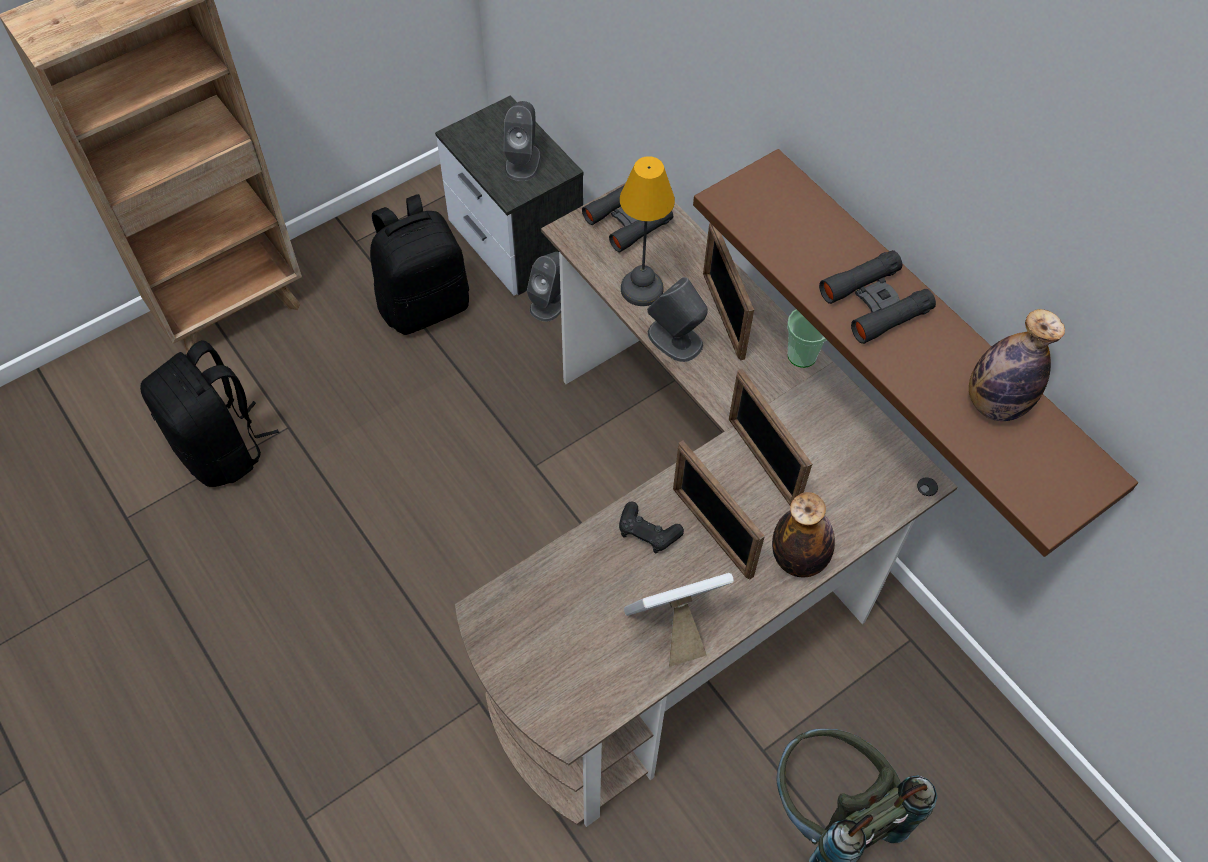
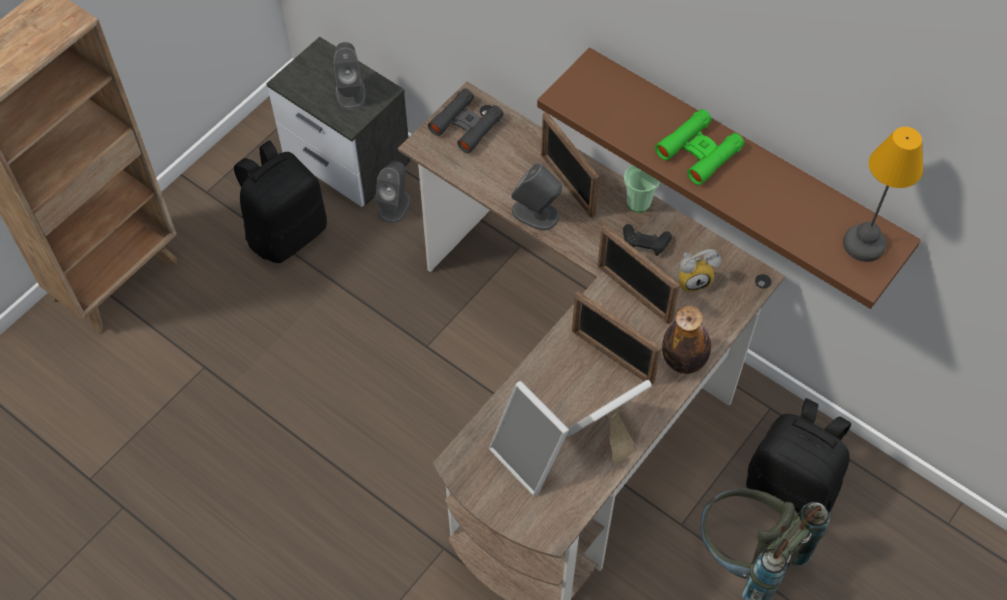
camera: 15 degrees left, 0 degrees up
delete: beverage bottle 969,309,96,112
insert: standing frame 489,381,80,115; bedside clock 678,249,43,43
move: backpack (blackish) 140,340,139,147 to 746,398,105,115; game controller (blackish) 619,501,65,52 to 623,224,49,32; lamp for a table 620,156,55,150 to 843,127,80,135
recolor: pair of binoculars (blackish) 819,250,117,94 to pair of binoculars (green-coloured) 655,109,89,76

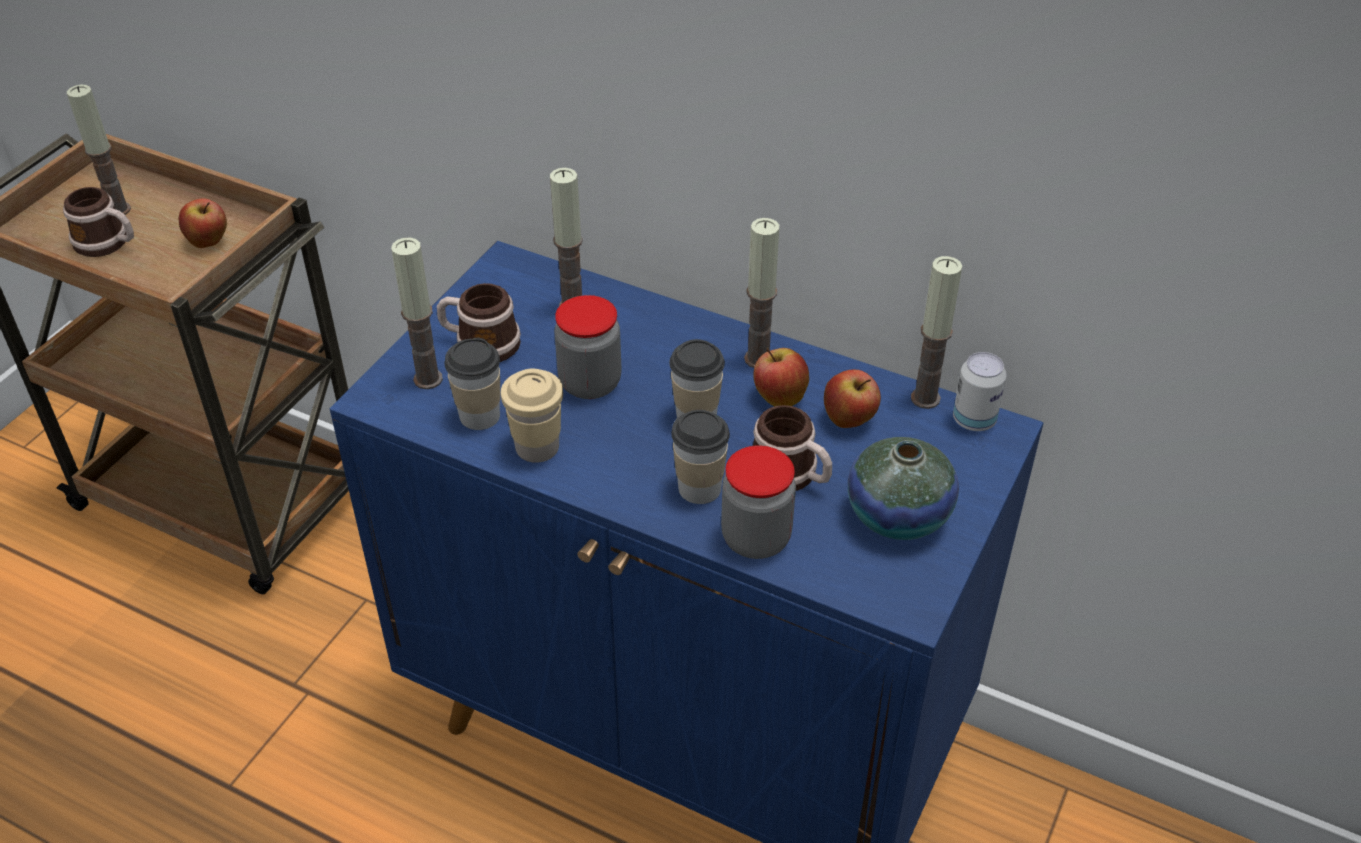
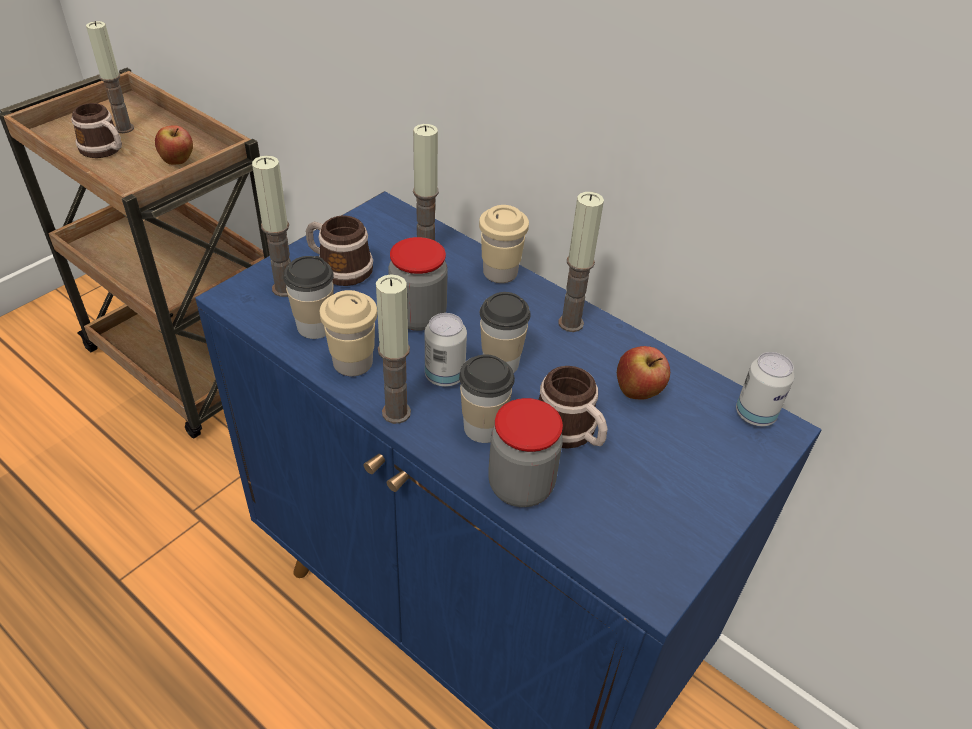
camera: 10 degrees right, 0 degrees up
delete: whole apple 753,347,56,59; vase 848,437,111,103
insert: metal can 425,313,42,74; small cup (beige) 479,205,50,78
move: wax light 911,256,51,153 to 376,274,35,150

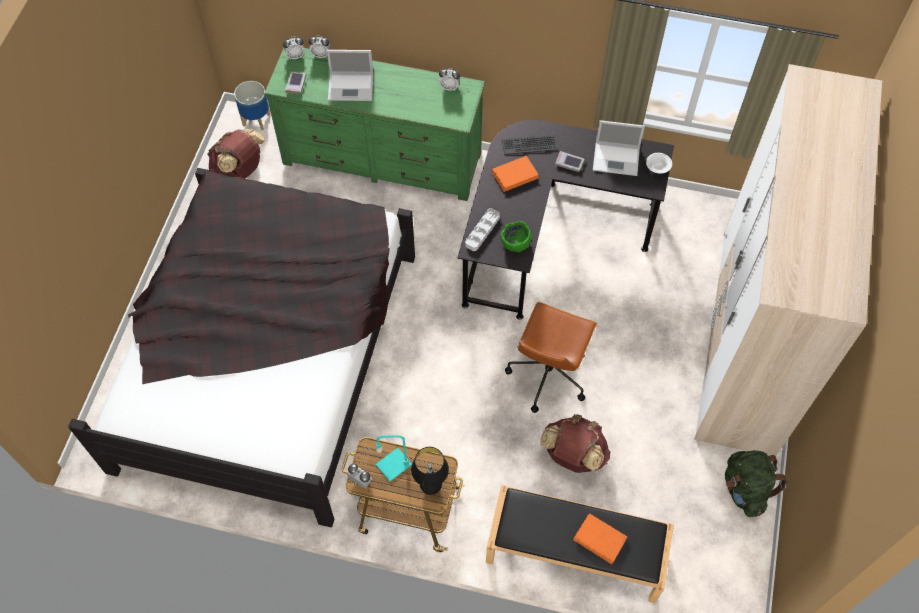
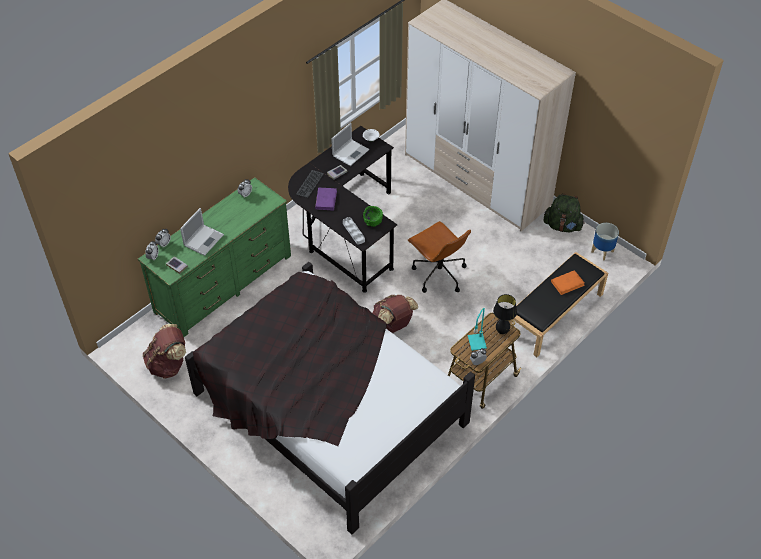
camera: 60 degrees left, 10 degrees down
move: plant pot 234,81,36,49 to 591,223,28,38; backpack (brown-coloured) 540,414,70,59 to 373,295,45,38
recolor: book (orange-coloured) 492,156,47,36 to book (purplish) 315,188,22,23

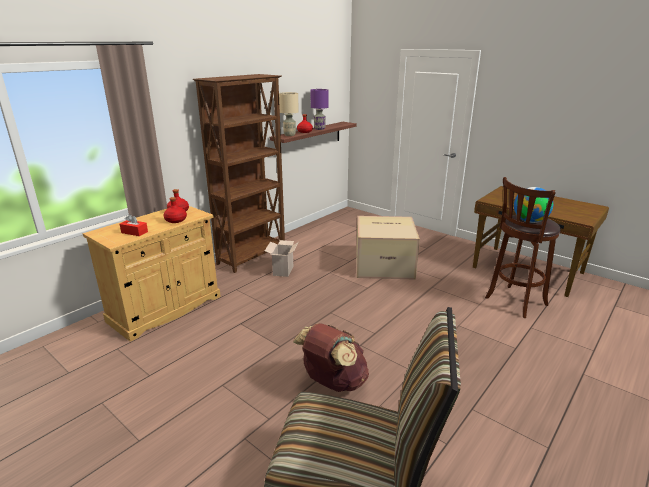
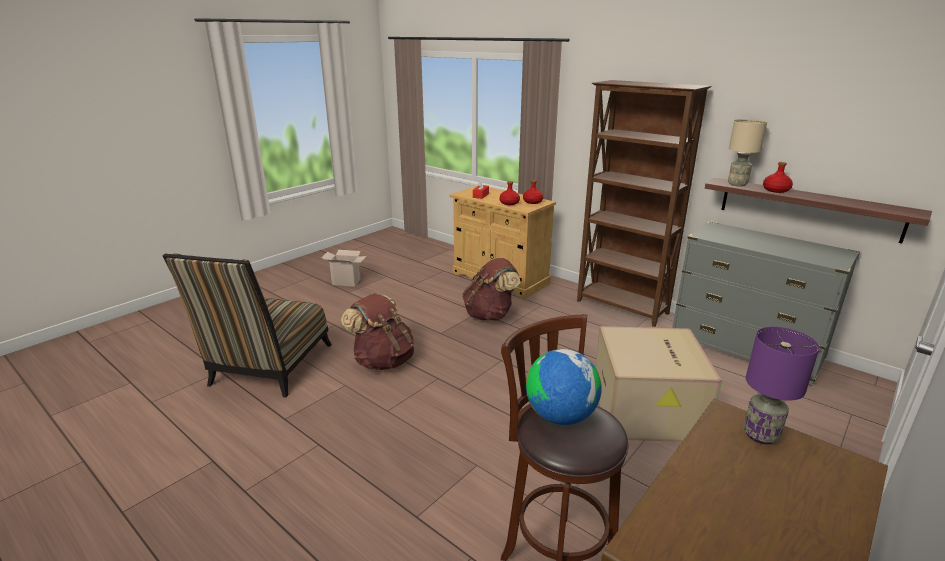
camera: 90 degrees right, 0 degrees up
insert: backpack (brown-coloured) 462,258,58,62; chest of drawers (grey) 672,221,188,165
move: packing box 265,240,34,37 to 321,250,45,37; lamp for a table (purplish) 311,89,18,41 to 744,327,75,117

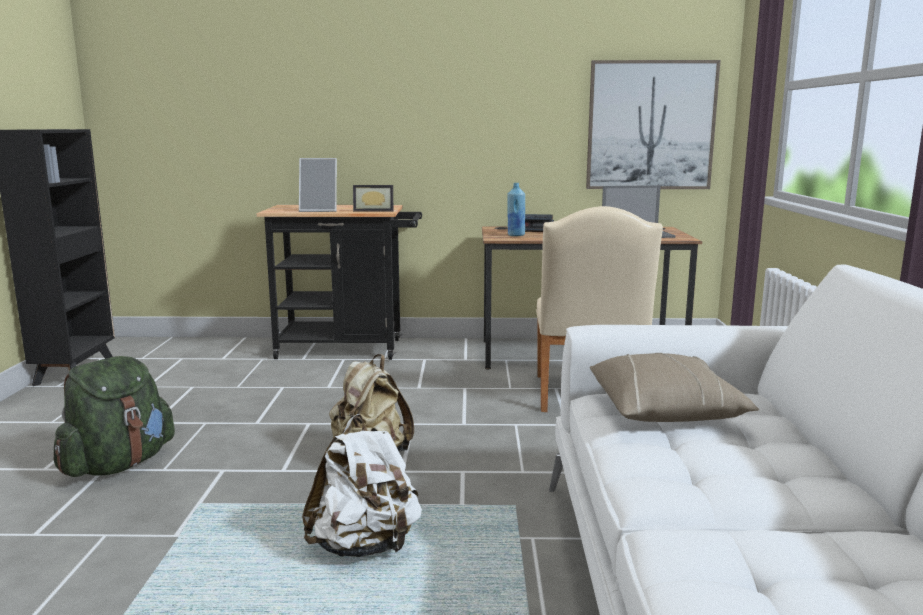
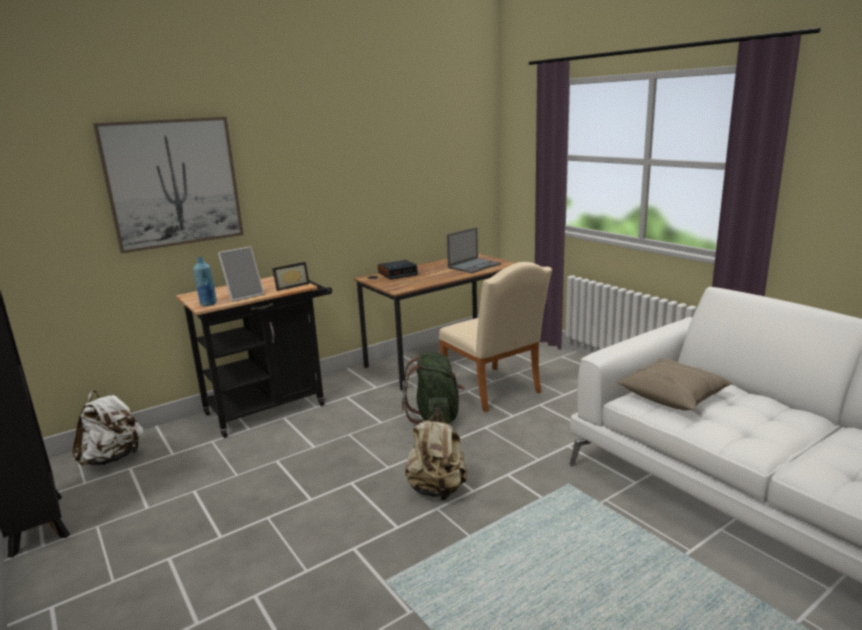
camera: 35 degrees left, 5 degrees up
move: backpack (green-coloured) 54,356,121,121 to 402,352,63,72; backpack (white) 302,414,120,143 to 72,390,72,76; beverage bottle (bluish) 507,183,18,53 to 193,257,24,49; picture 586,60,135,129 to 93,117,151,136

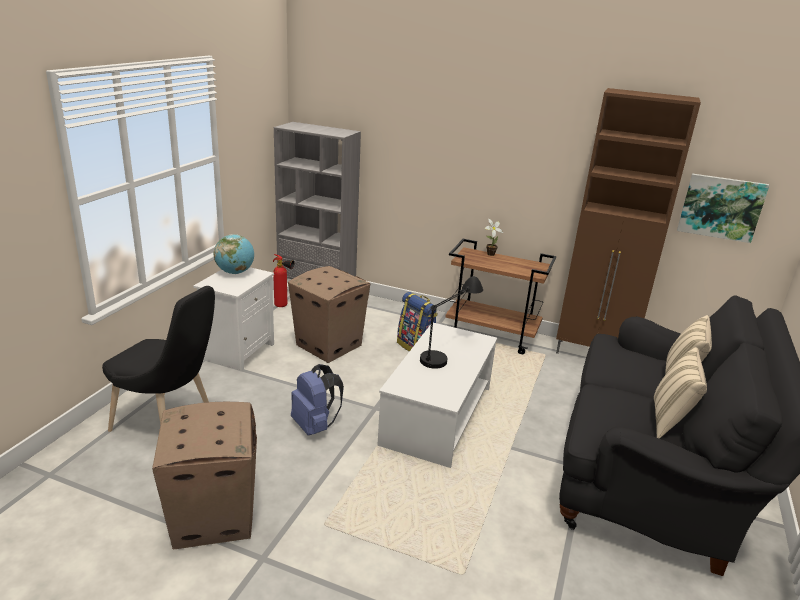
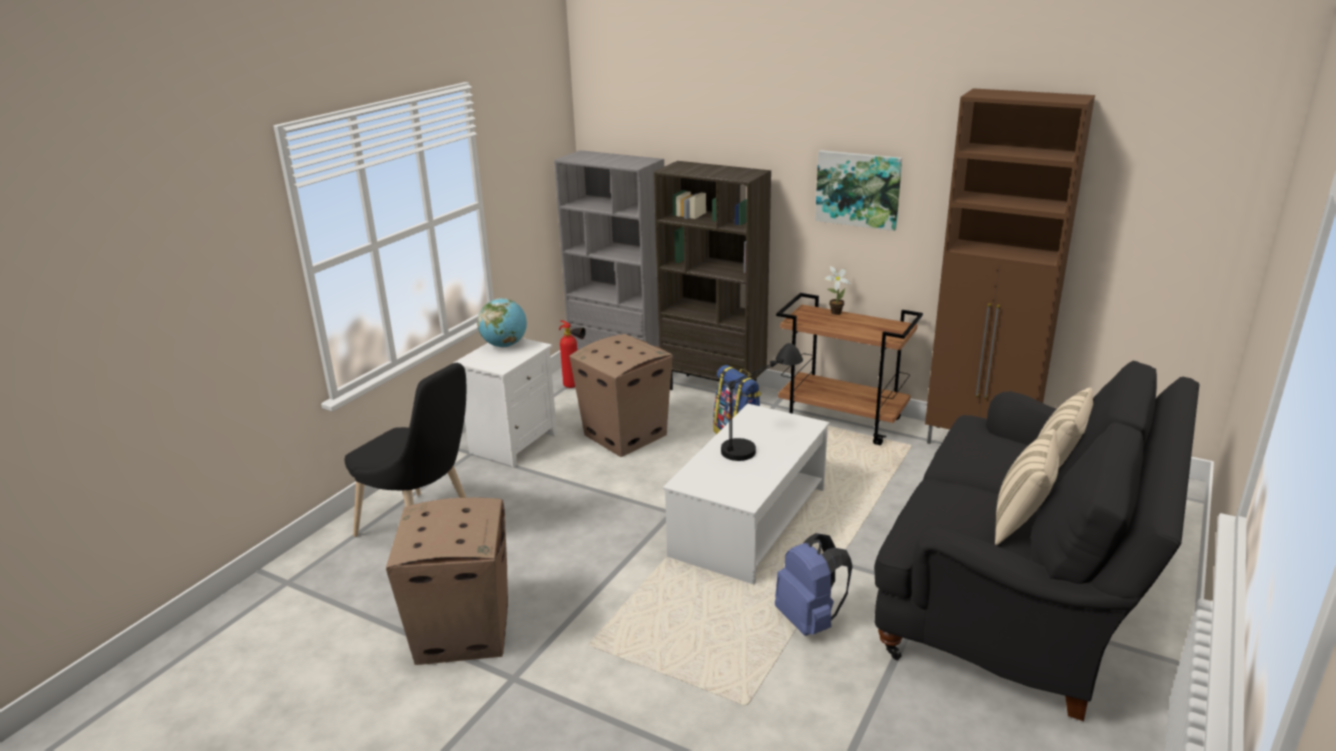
camera: 10 degrees right, 0 degrees up
insert: bookcase (brown-coloured) 654,161,117,229
move: backpack (bluish) 291,364,53,72 to 775,533,78,103; picture 677,173,92,70 to 815,150,87,81

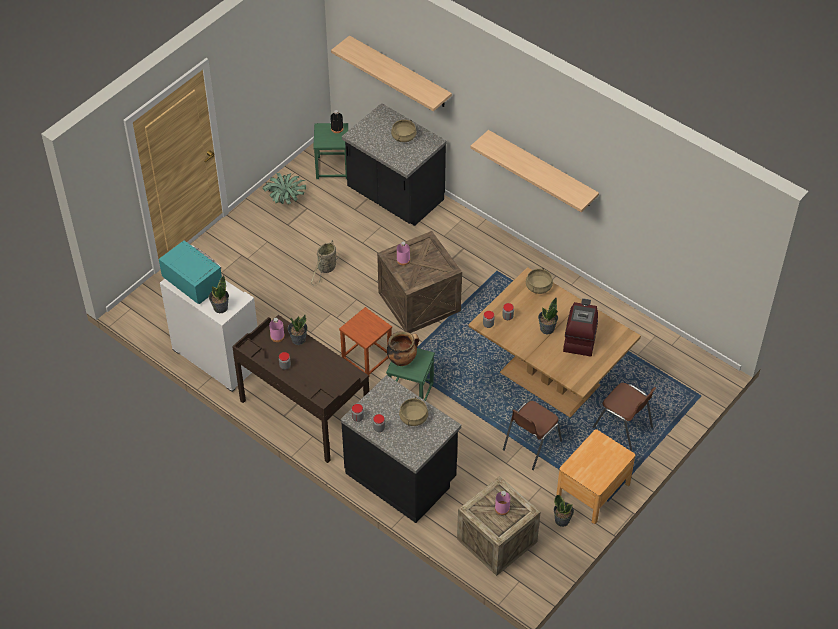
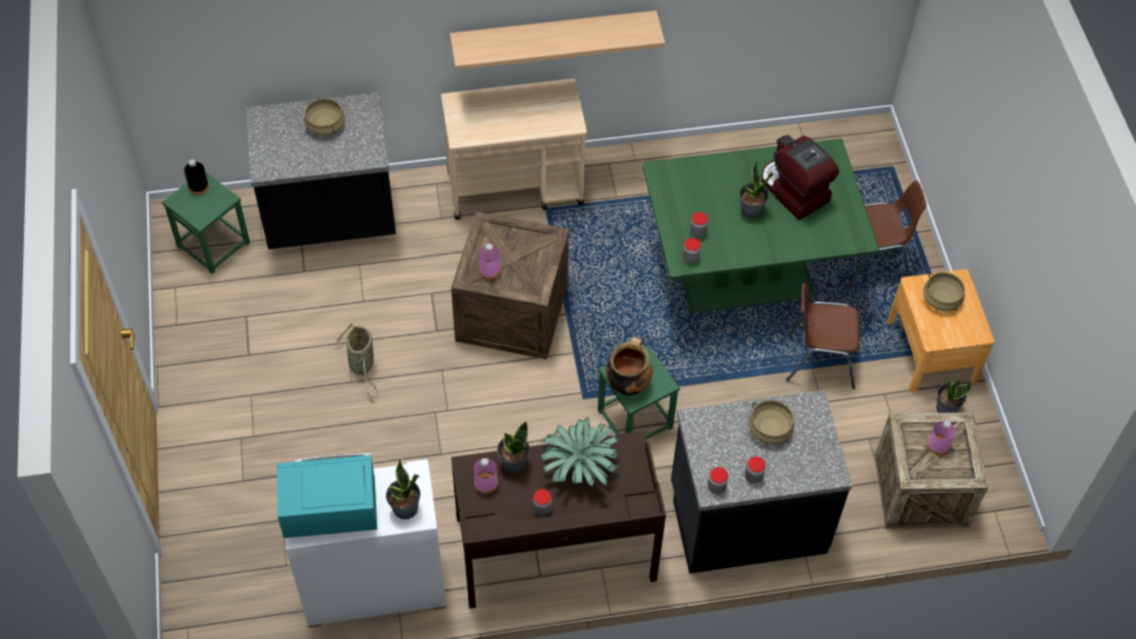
camera: 50 degrees left, 5 degrees up
delete: shelf 331,35,121,76; sitting stool (brown-coloured) 339,307,53,70
insert: wheeled cart (beige) 441,79,146,141
move: houseplant 262,173,44,31 to 541,417,78,70; saucepot (beige) 526,268,27,26 to 923,272,42,39
recolor: kitchen table (brown-coloured) 469,267,172,150 to kitchen table (green-coloured) 642,139,237,174
rotate: plain chair (brown-coloured) 503,401,59,69 = 786,283,73,106 105 degrees clockwise

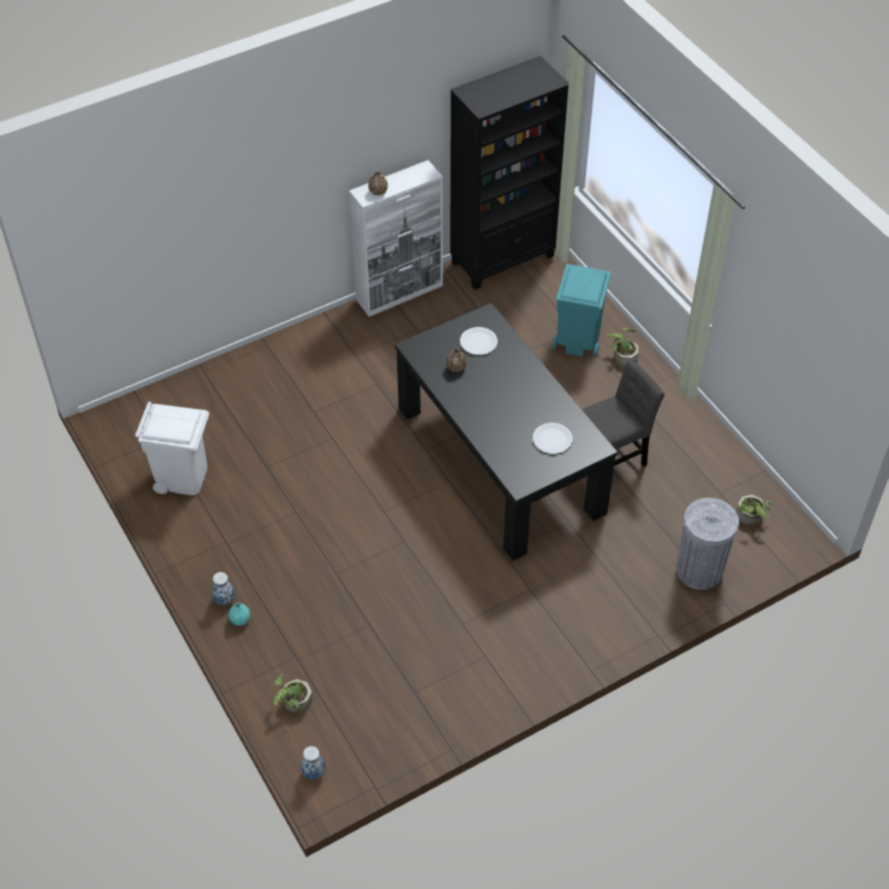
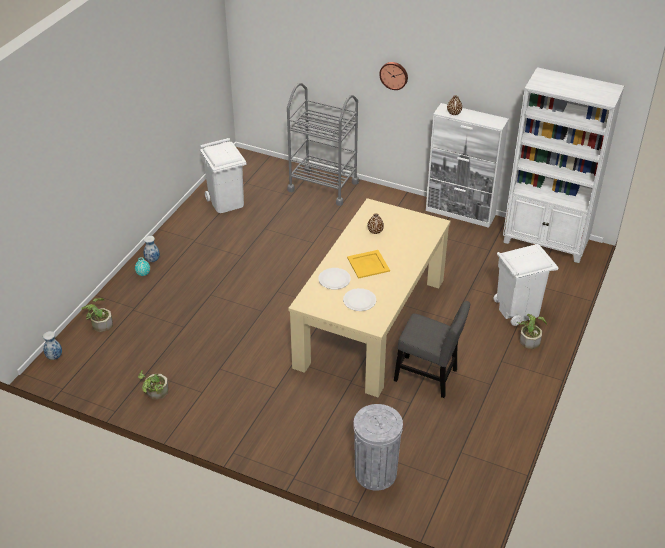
camera: 55 degrees right, 10 degrees down
insert: wheeled cart (grey) 287,83,72,123; serving tray (yellow) 347,250,43,29; hanging clock 379,62,29,28
move: flat dish (white) 460,327,37,28 to 318,268,33,21; houseplant 736,495,37,31 to 138,370,30,29
recolor: kitchen table (blackish) 395,303,223,258 to kitchen table (beige) 288,198,162,199; bookcase (blackish) 450,56,119,234 to bookcase (white) 503,67,121,196; trash can (blue-green) 552,264,59,93 to trash can (white) 493,244,66,82

